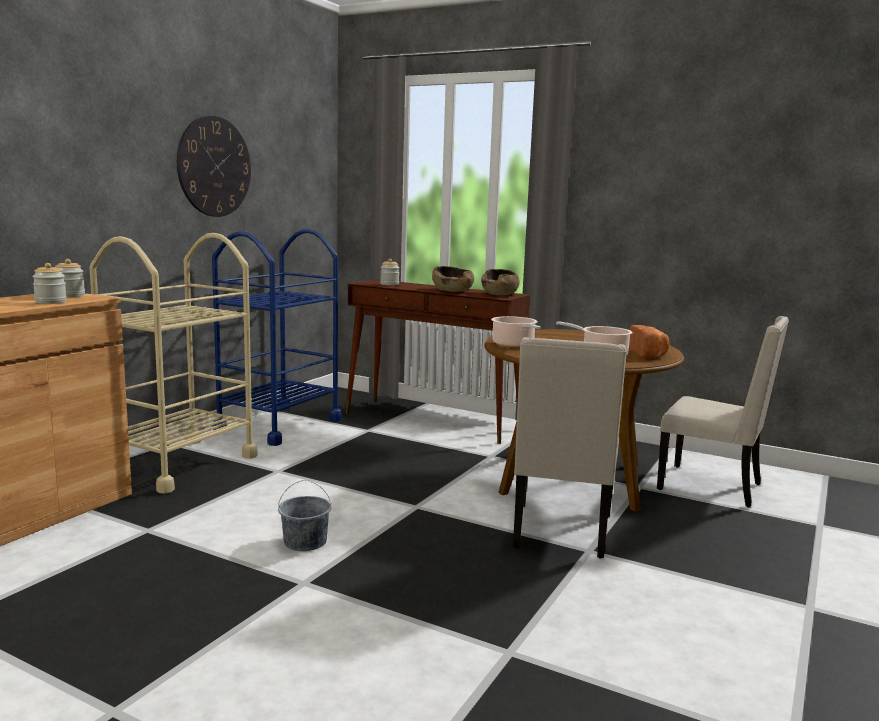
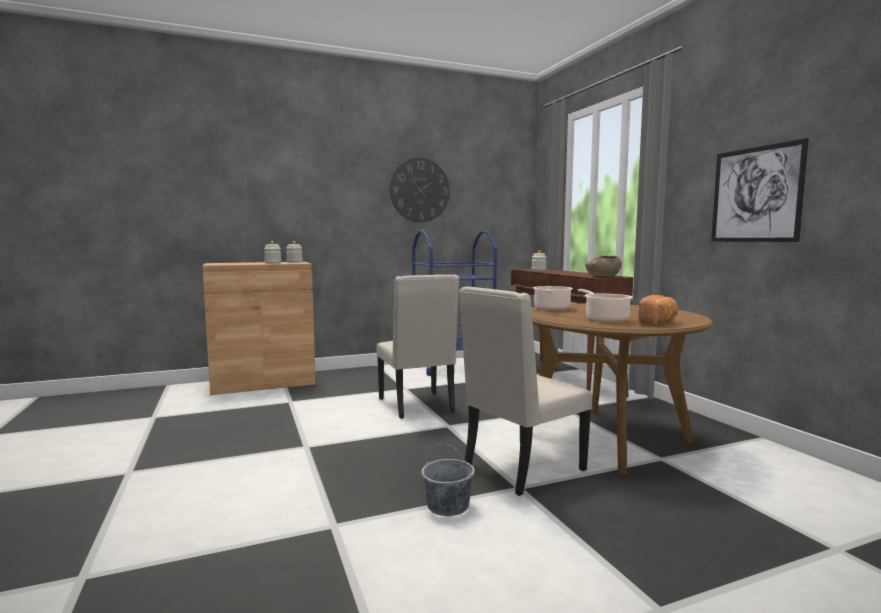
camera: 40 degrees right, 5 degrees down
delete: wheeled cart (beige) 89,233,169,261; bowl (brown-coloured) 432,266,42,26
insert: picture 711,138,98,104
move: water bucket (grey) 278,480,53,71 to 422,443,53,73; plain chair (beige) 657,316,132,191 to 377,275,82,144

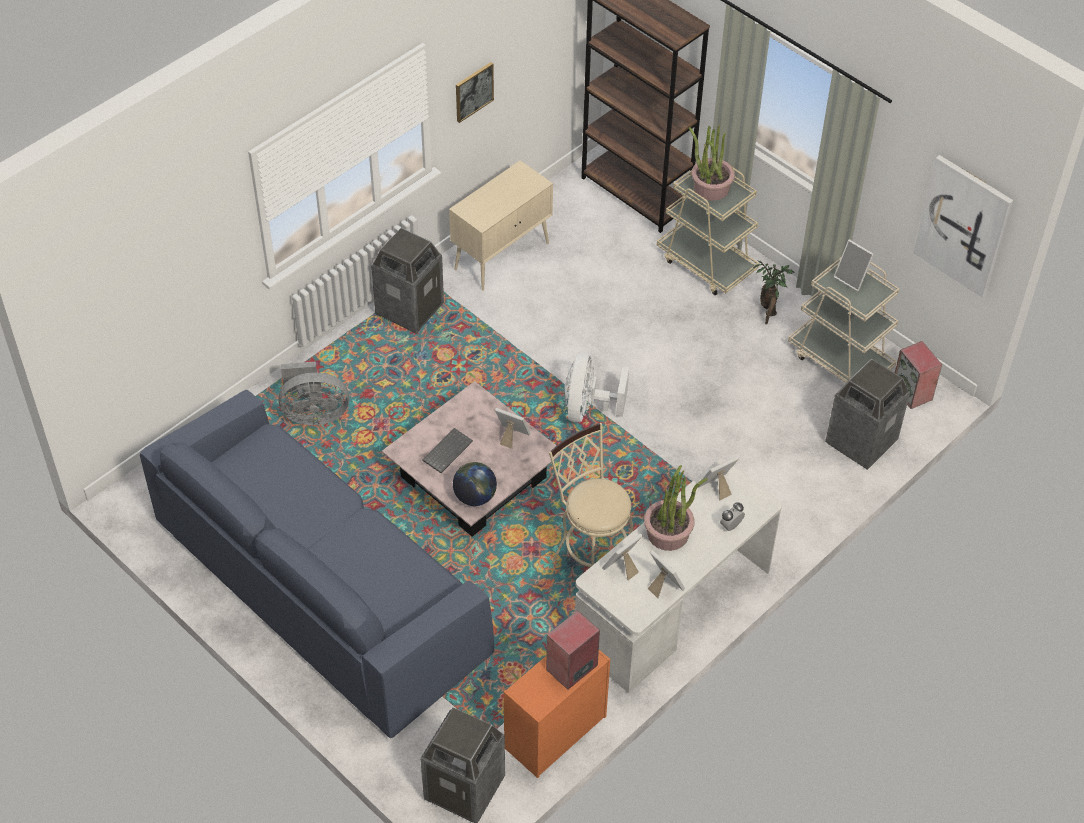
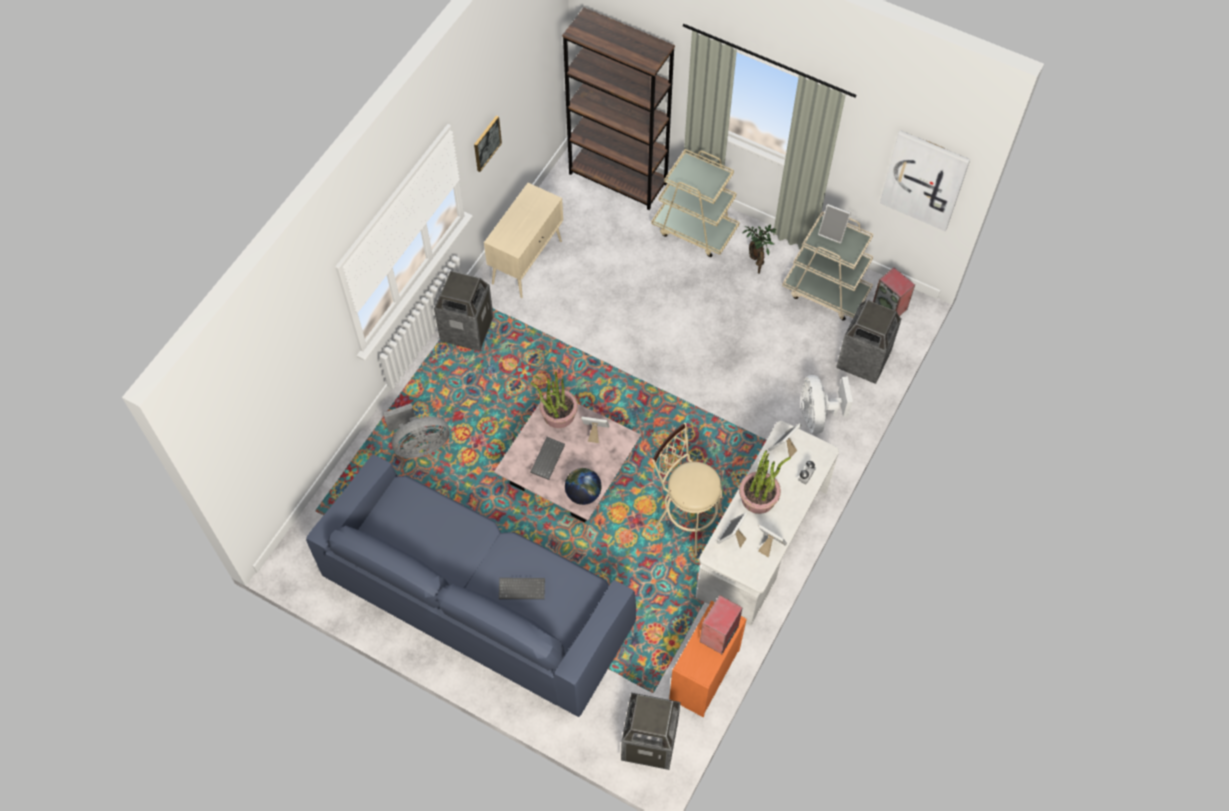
camera: 15 degrees left, 10 degrees up
insert: keyboard 499,578,46,21
move: electric fan (white) 564,353,65,69 to 801,375,52,59; houseplant 689,125,46,76 to 531,371,47,57

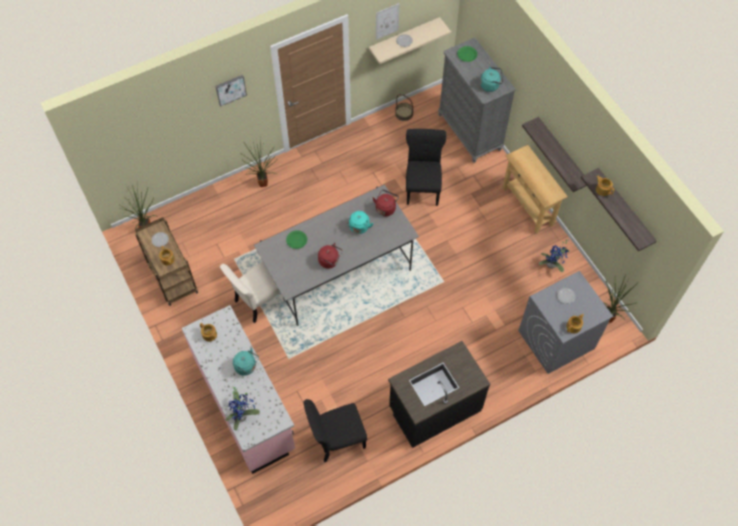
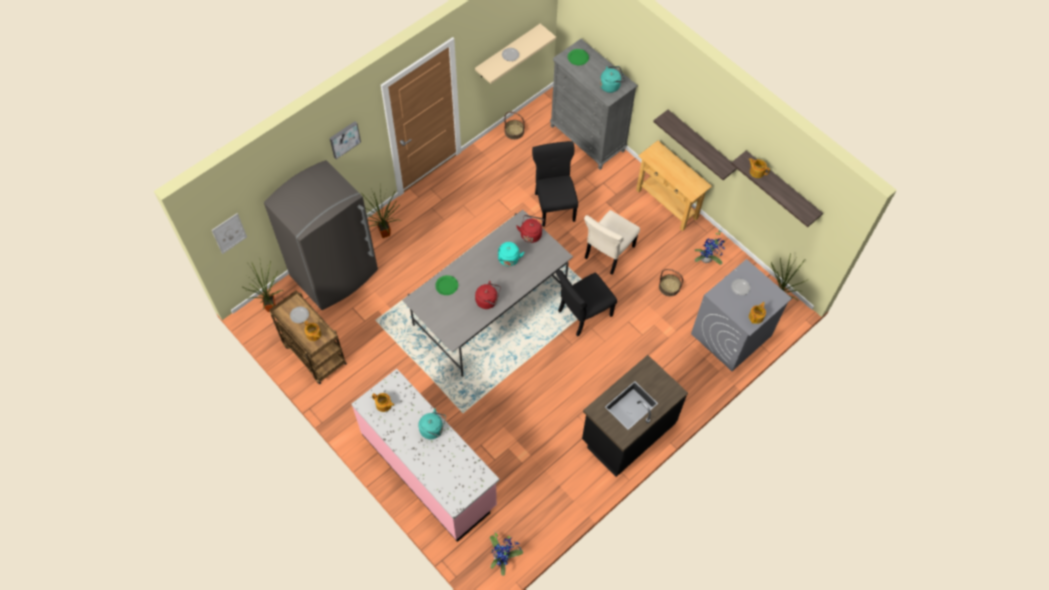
camera: 15 degrees left, 0 degrees up
insert: fridge (grey) 264,160,114,150; household basket 659,269,24,27
move: plain chair (beige) 220,261,64,62 to 584,210,56,65; houseplant 225,386,35,44 to 490,532,33,44; plain chair (blackish) 303,399,64,63 to 556,270,61,67; picture 376,3,24,37 to 212,213,35,41

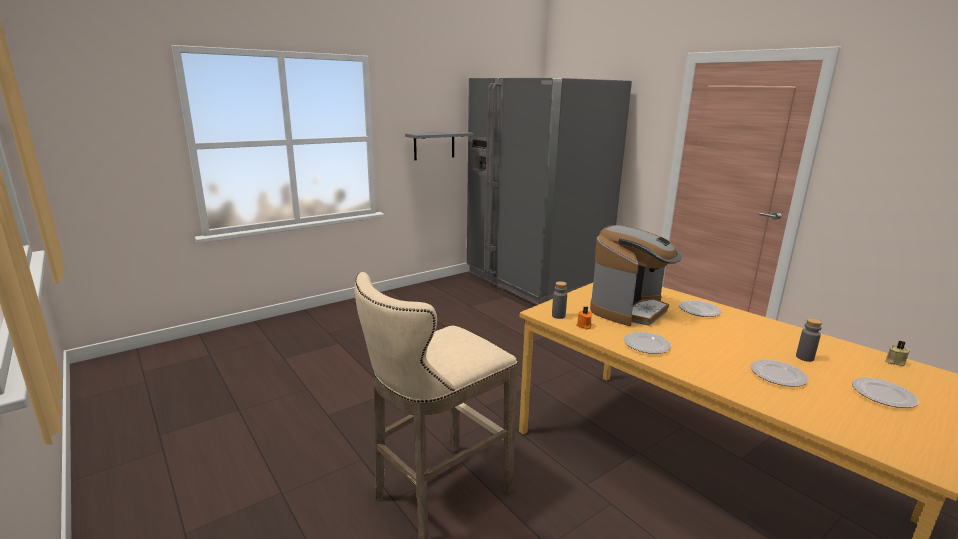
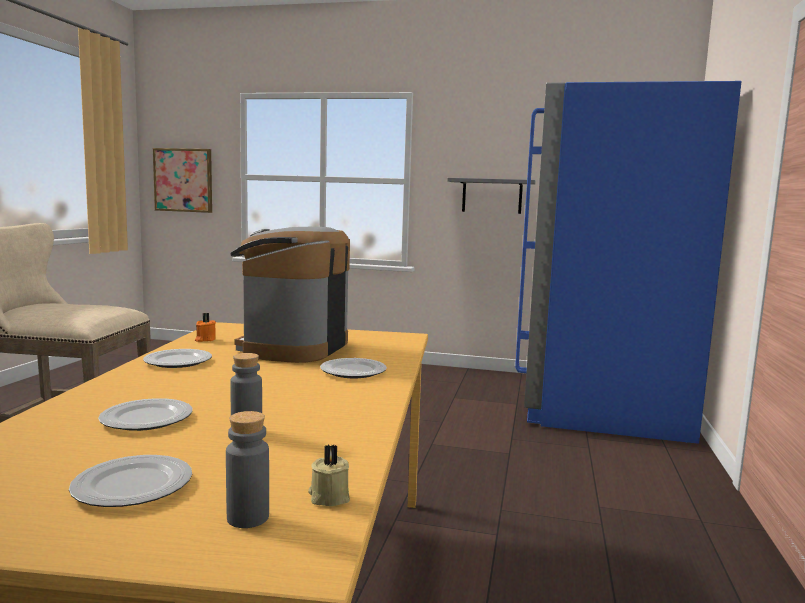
camera: 50 degrees right, 10 degrees down
insert: picture 153,148,59,65
move: beverage bottle (grey) 552,281,15,38 to 226,411,43,117
recolor: fridge (grey) 467,78,165,227 to fridge (bluish) 515,81,227,363
rotate: coffee brewer 590,225,92,101 = 230,227,120,136 105 degrees clockwise

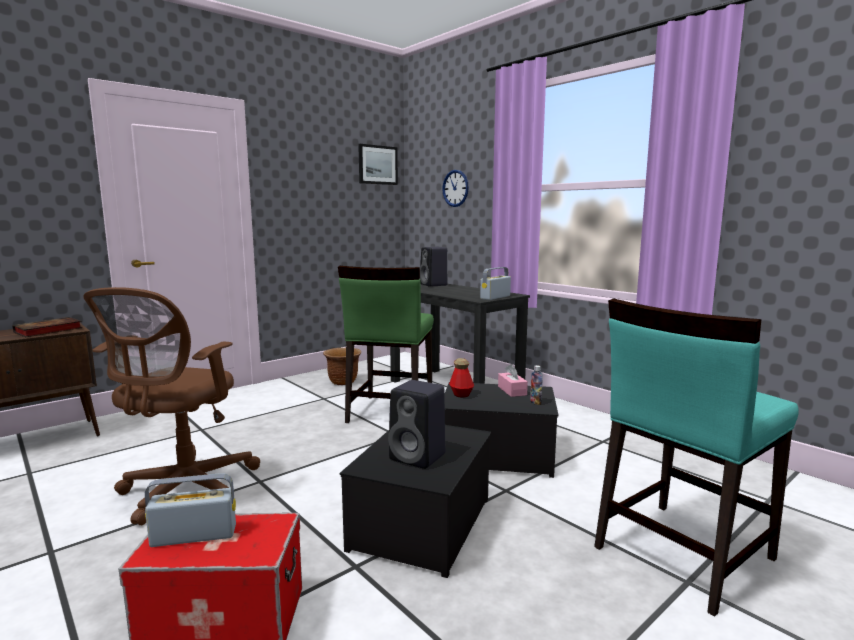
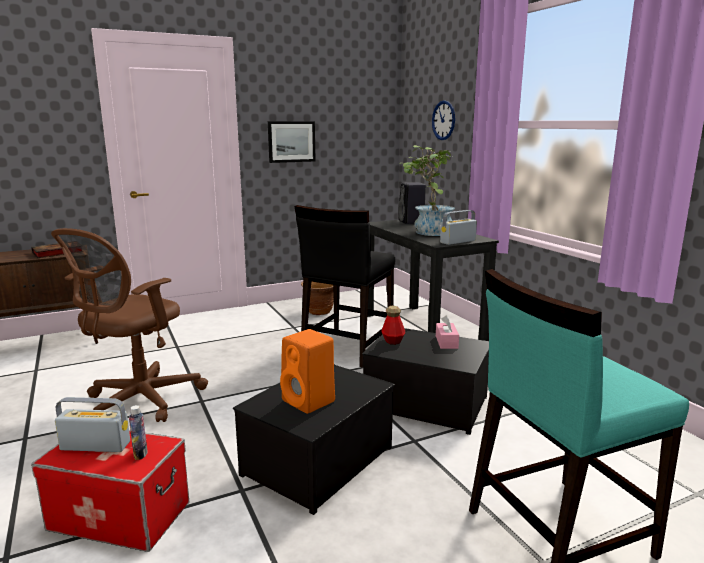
camera: 15 degrees right, 5 degrees up
insert: houseplant 400,145,55,91
move: picture 358,144,40,41 to 268,121,48,42; beverage bottle 530,365,13,40 to 129,405,19,55
recolor: plain chair (green-coloured) 338,266,96,157 to plain chair (blackish) 295,205,100,163; loudspeaker (blackish) 388,380,58,89 to loudspeaker (orange-coloured) 280,329,55,85

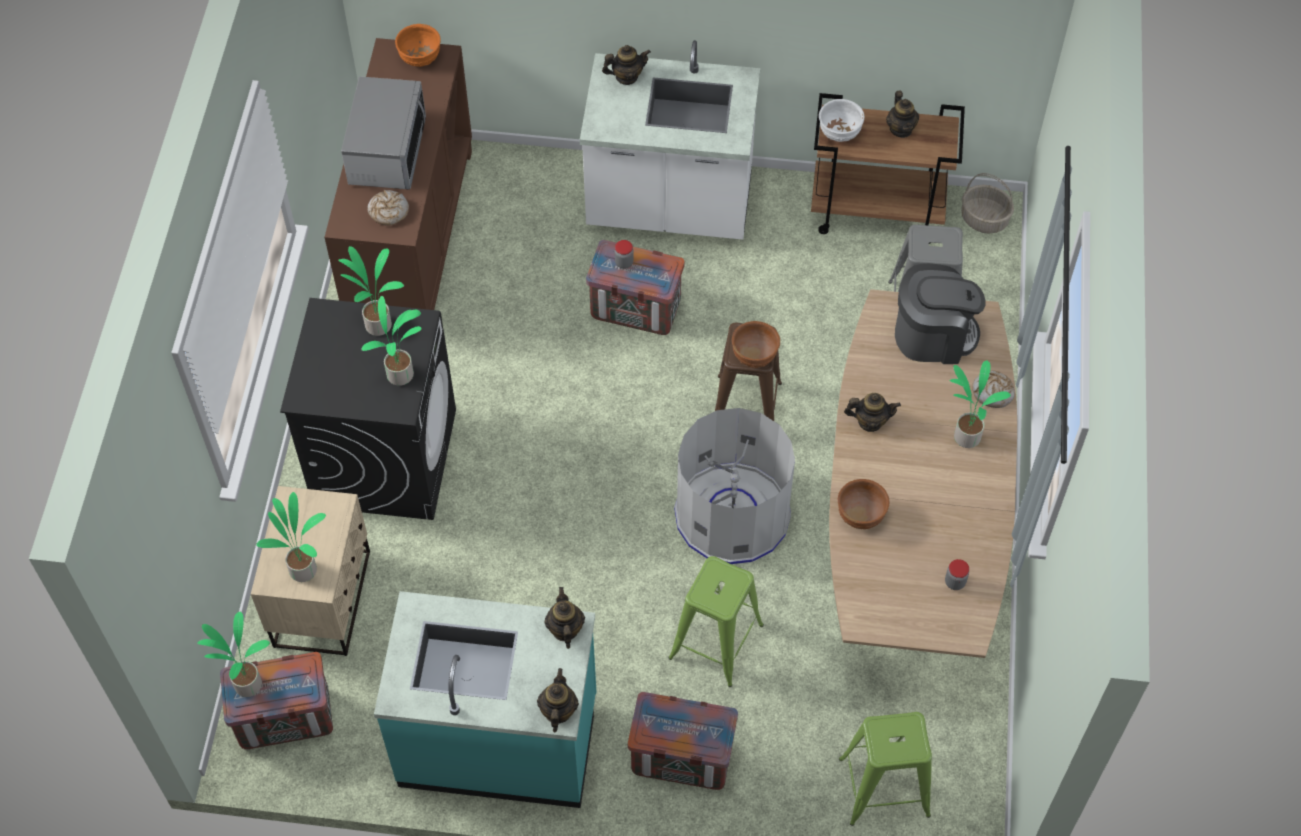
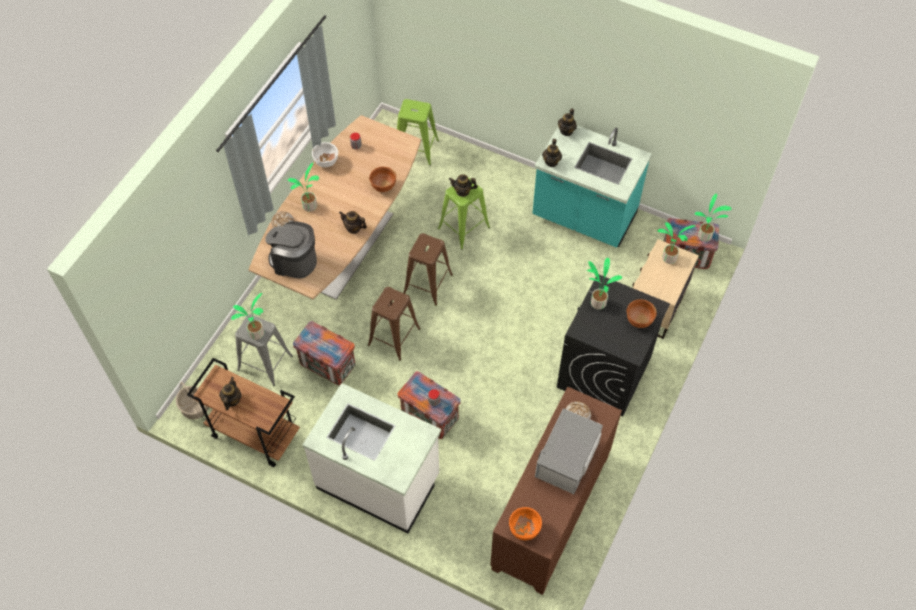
camera: 160 degrees left, 0 degrees up
move: houseplant 338,246,66,90 to 231,293,33,47; pot for tea 602,45,49,40 to 449,174,29,23; packing crate 628,692,110,98 to 293,321,62,64; bowl (brown-coloured) 732,321,48,47 to 627,299,30,29; bowl (white) 819,99,45,43 to 312,142,26,25
replace: trash can (grey) 674,408,121,156 to sitting stool (brown-coloured) 403,233,50,73

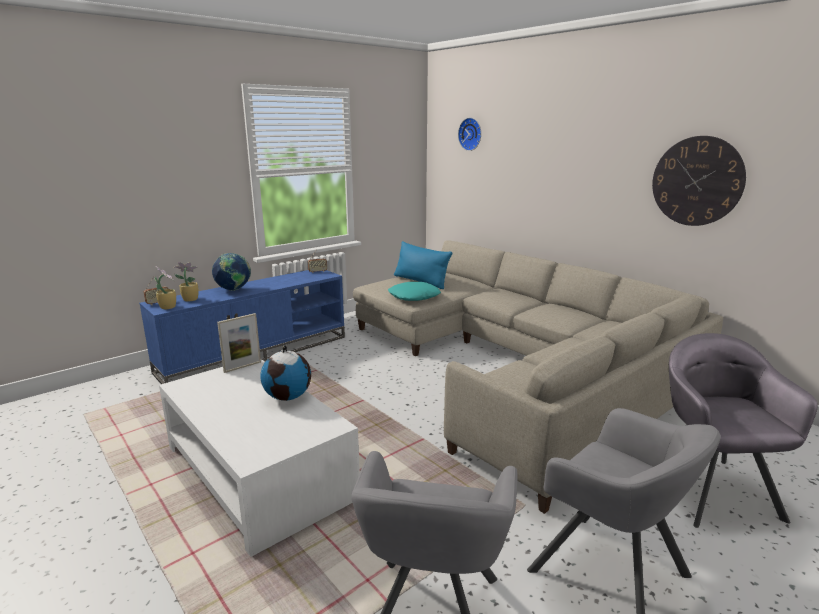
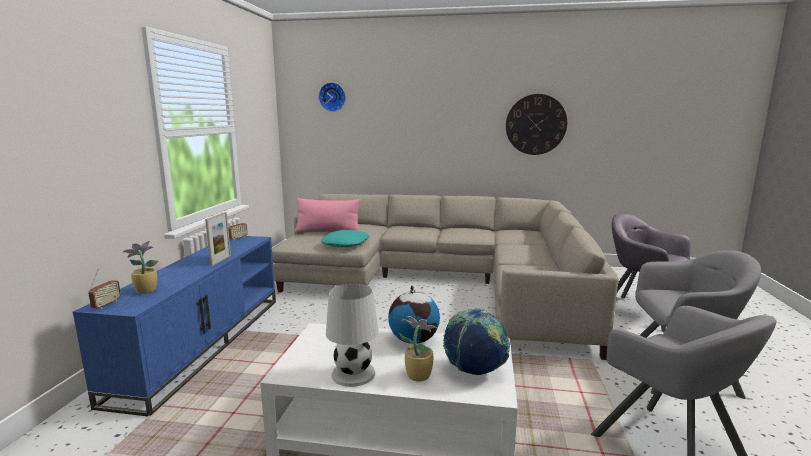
camera: 40 degrees left, 5 degrees down
insert: lamp for a table (white) 326,283,52,104
move: houseplant 154,266,22,43 to 399,316,38,65; desk globe 212,253,39,38 to 443,309,67,66; standing frame 217,313,44,60 to 205,212,26,54
recolor: pillow (bluish) 394,241,58,48 to pillow (pinkish) 295,198,66,35

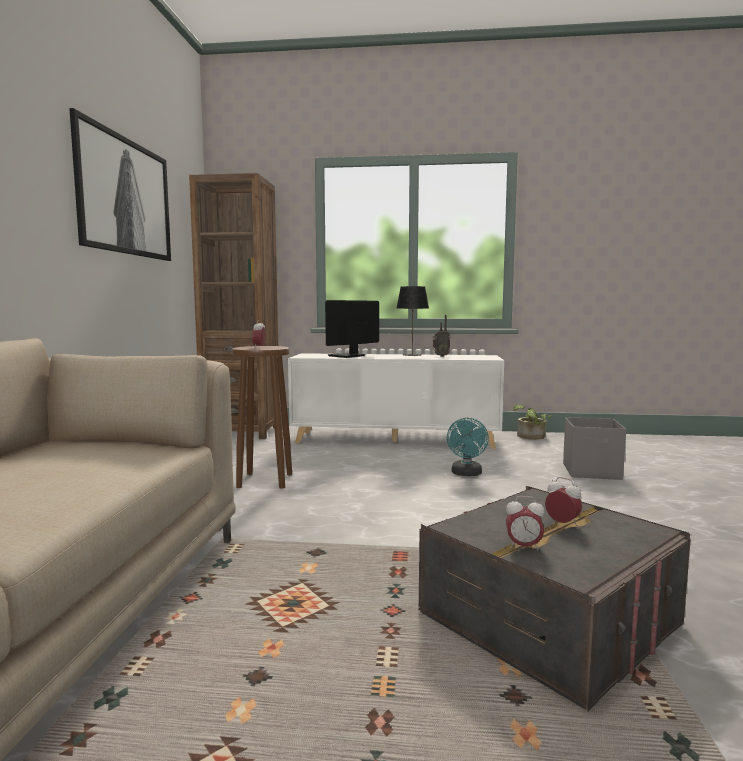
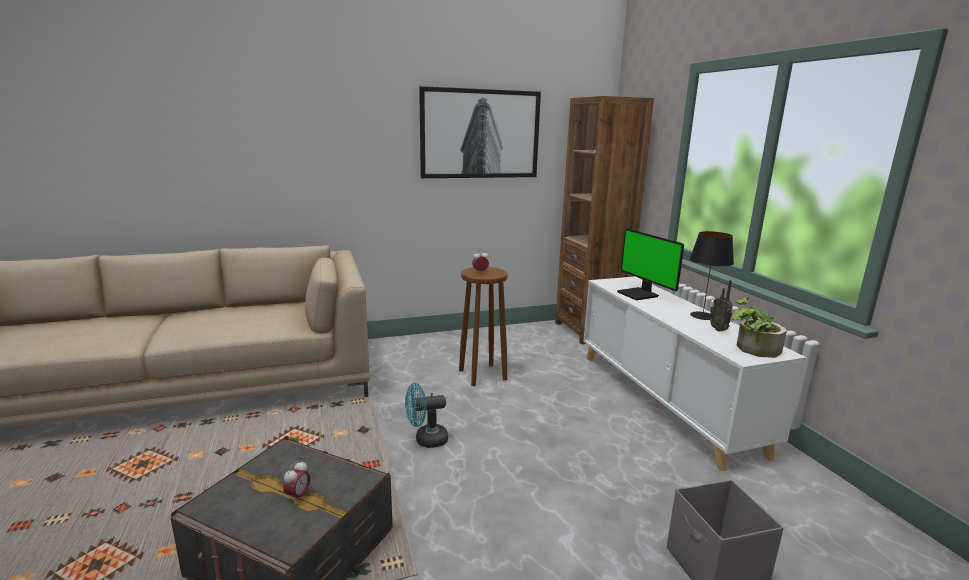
camera: 65 degrees right, 10 degrees up
delete: bedside clock 506,496,39,55
move: electric fan (blue-green) 447,418,42,58 to 405,383,43,65; houseplant 513,404,39,36 to 732,297,55,61
rotate: computer screen 325,300,54,58 = 617,228,67,73 135 degrees counterclockwise

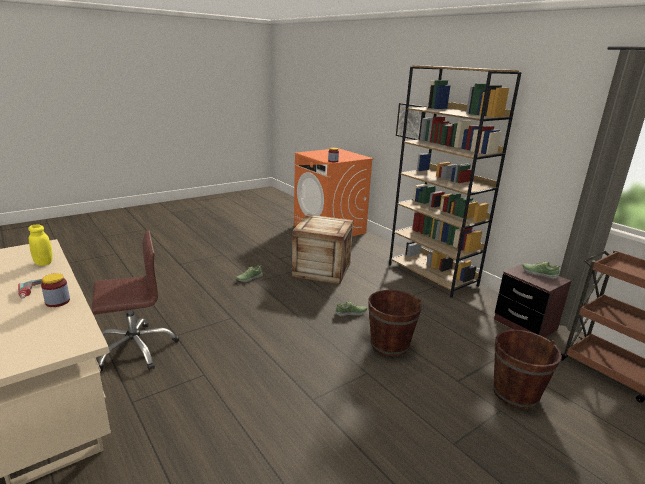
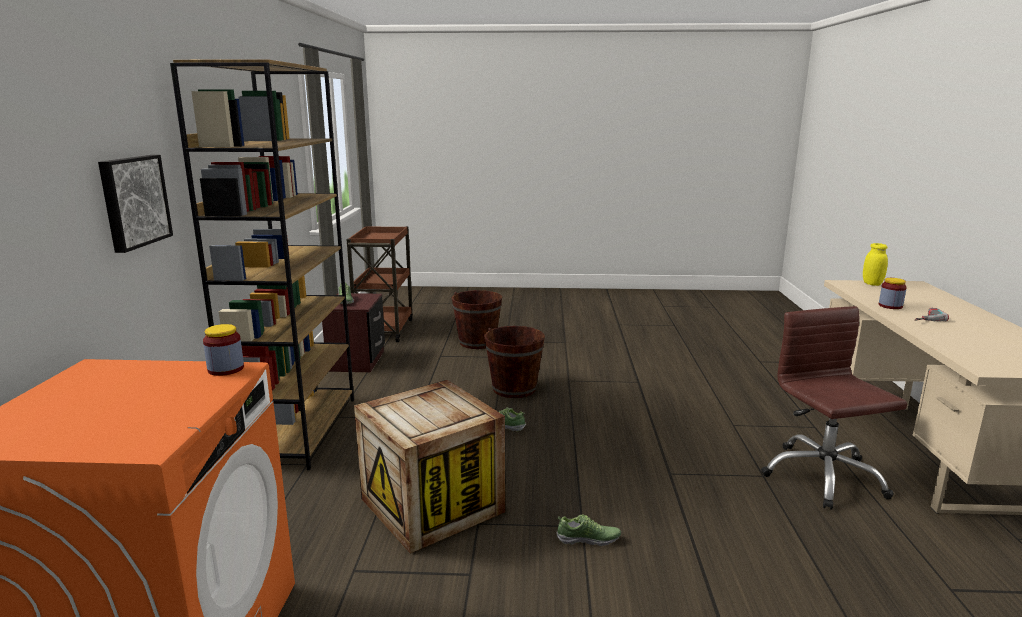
camera: 140 degrees left, 5 degrees down
move: preserve jar (yellow) 28,225,25,41 to 863,243,25,43
rotate: office chair (brown-coloured) 92,230,87,141 = 761,306,146,204 60 degrees clockwise

